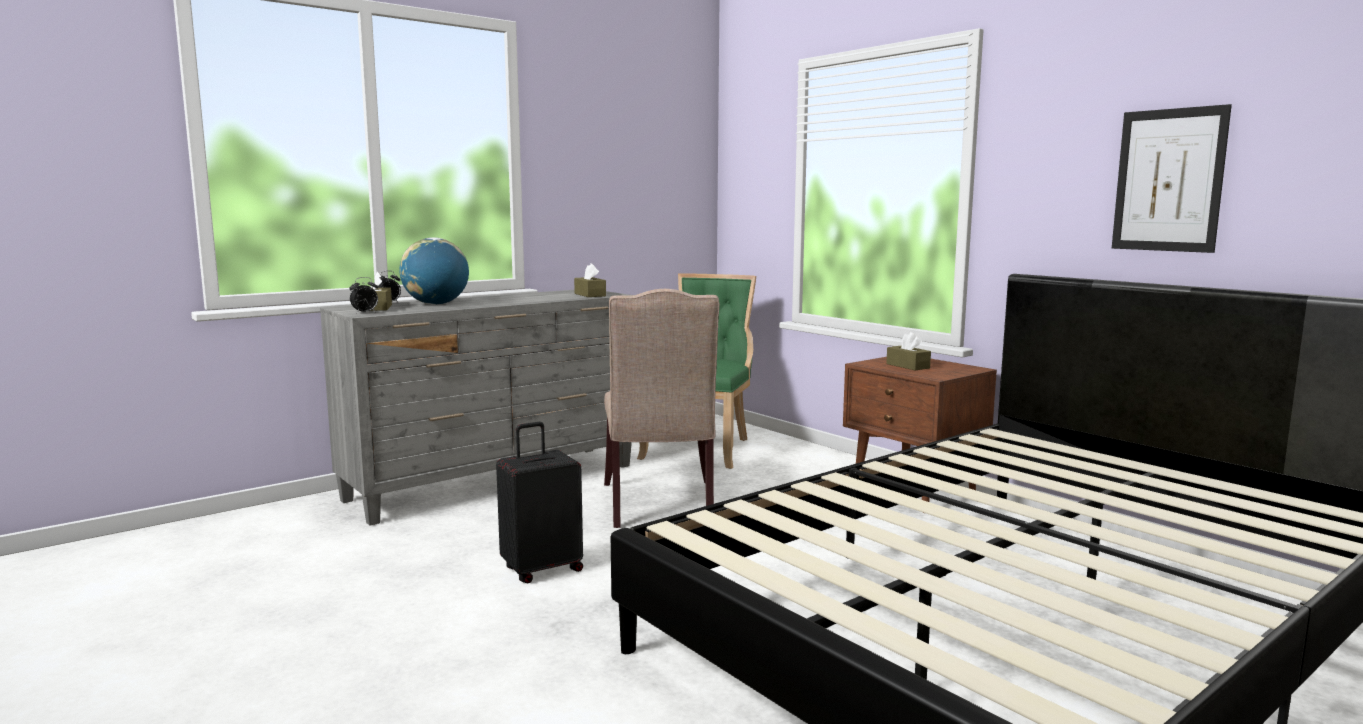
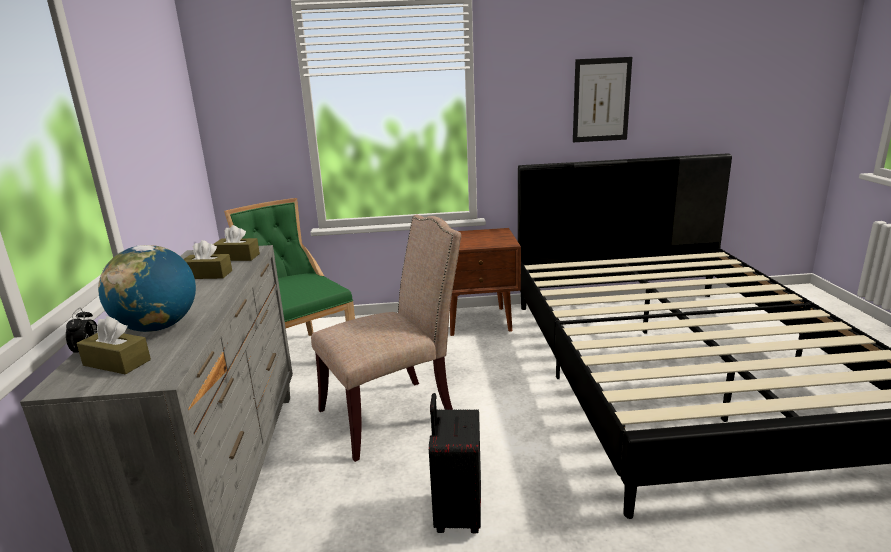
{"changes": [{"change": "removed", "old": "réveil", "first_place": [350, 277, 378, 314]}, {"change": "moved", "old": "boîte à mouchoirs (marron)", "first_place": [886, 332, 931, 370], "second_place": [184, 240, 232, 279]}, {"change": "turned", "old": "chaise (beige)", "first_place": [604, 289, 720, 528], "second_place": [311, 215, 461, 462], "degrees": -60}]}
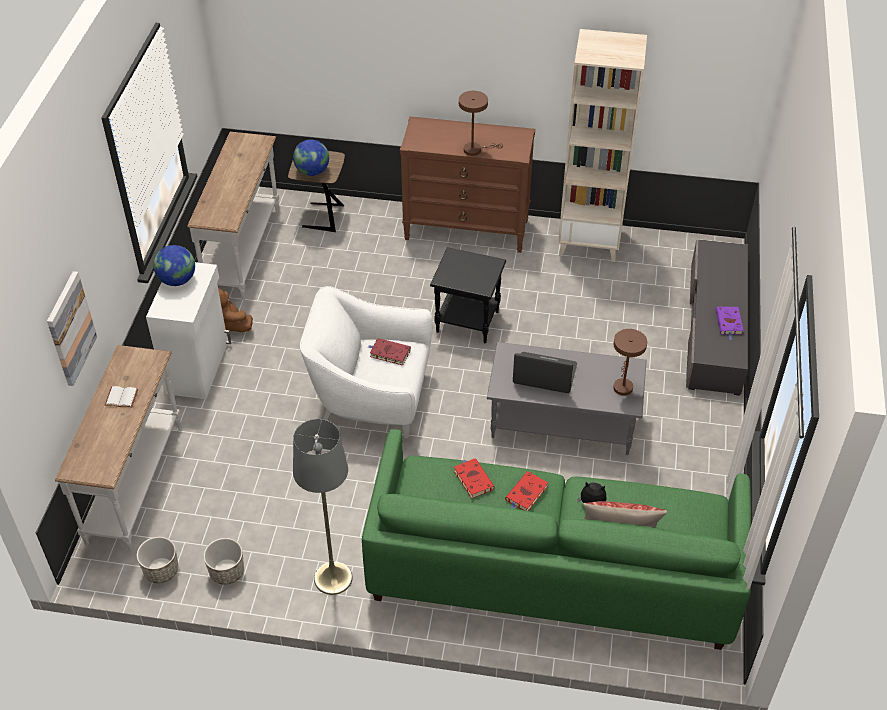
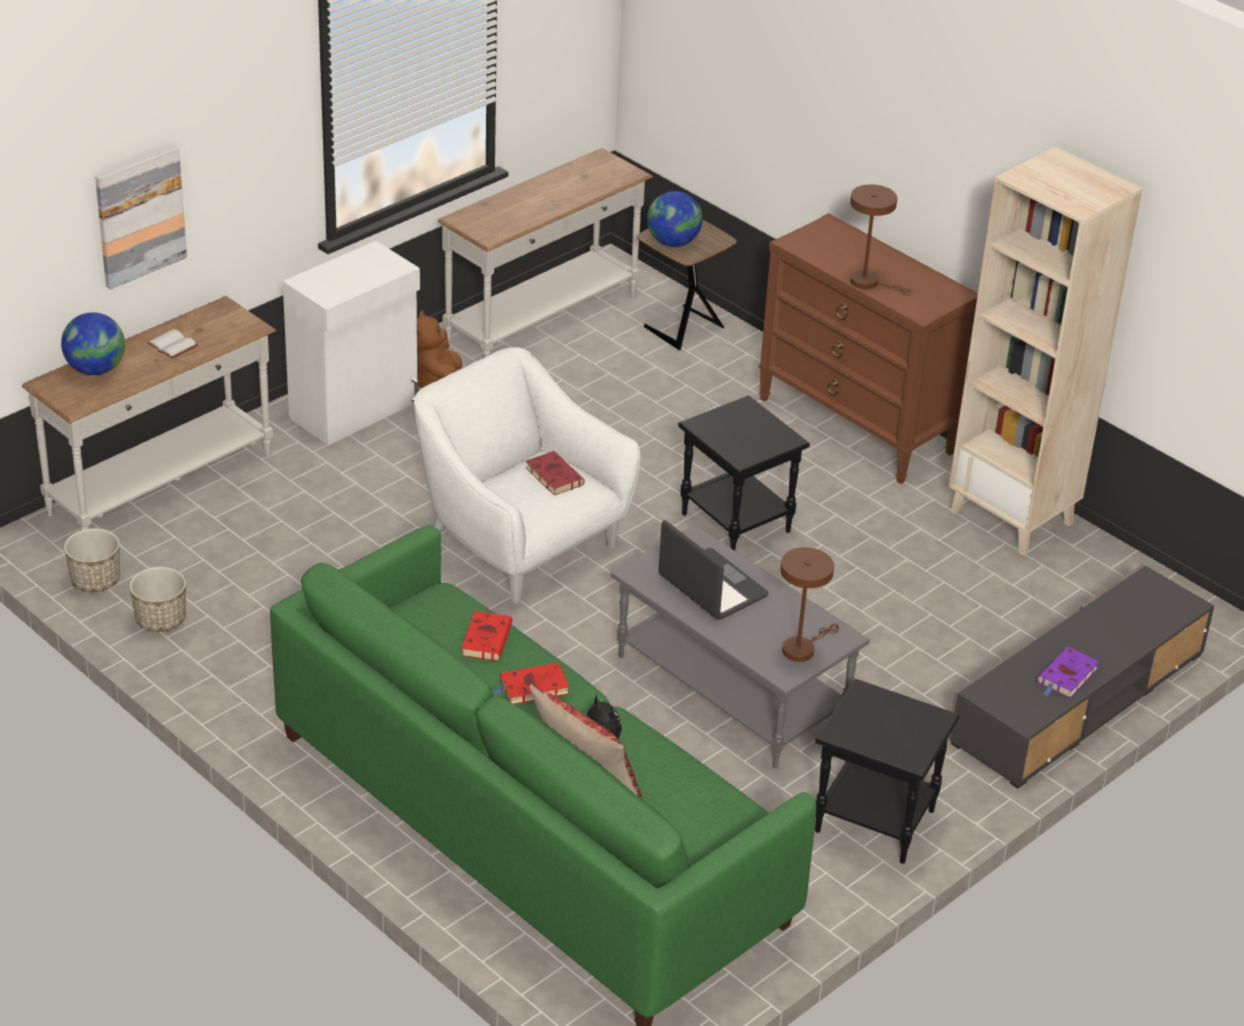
{"changes": [{"change": "removed", "old": "lampadaire (gris)", "first_place": [293, 419, 353, 595]}, {"change": "added", "new": "table d'appoint (noir)", "second_place": [815, 679, 960, 864]}, {"change": "moved", "old": "globe", "first_place": [153, 245, 195, 286], "second_place": [61, 312, 125, 375]}]}
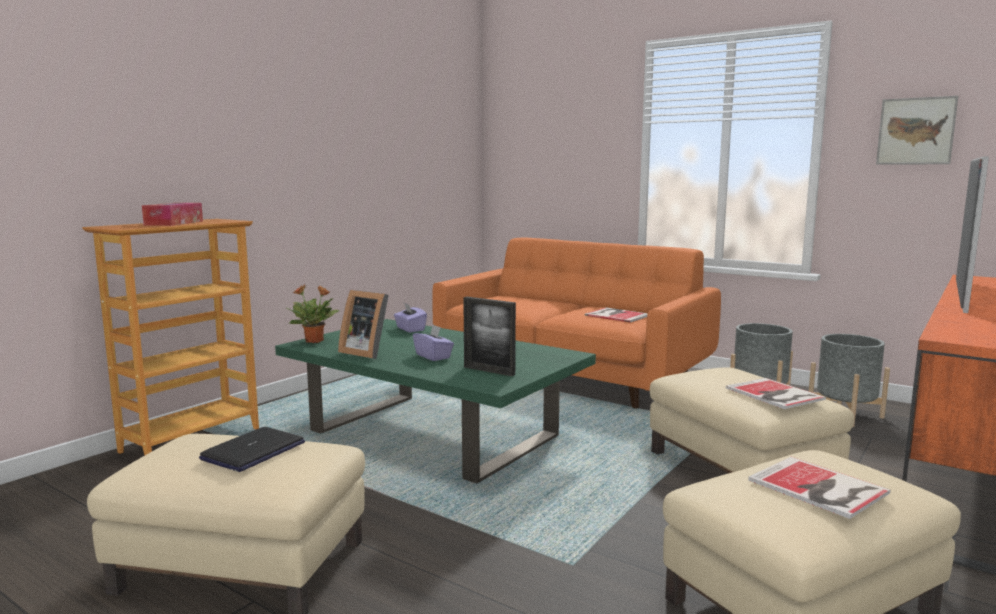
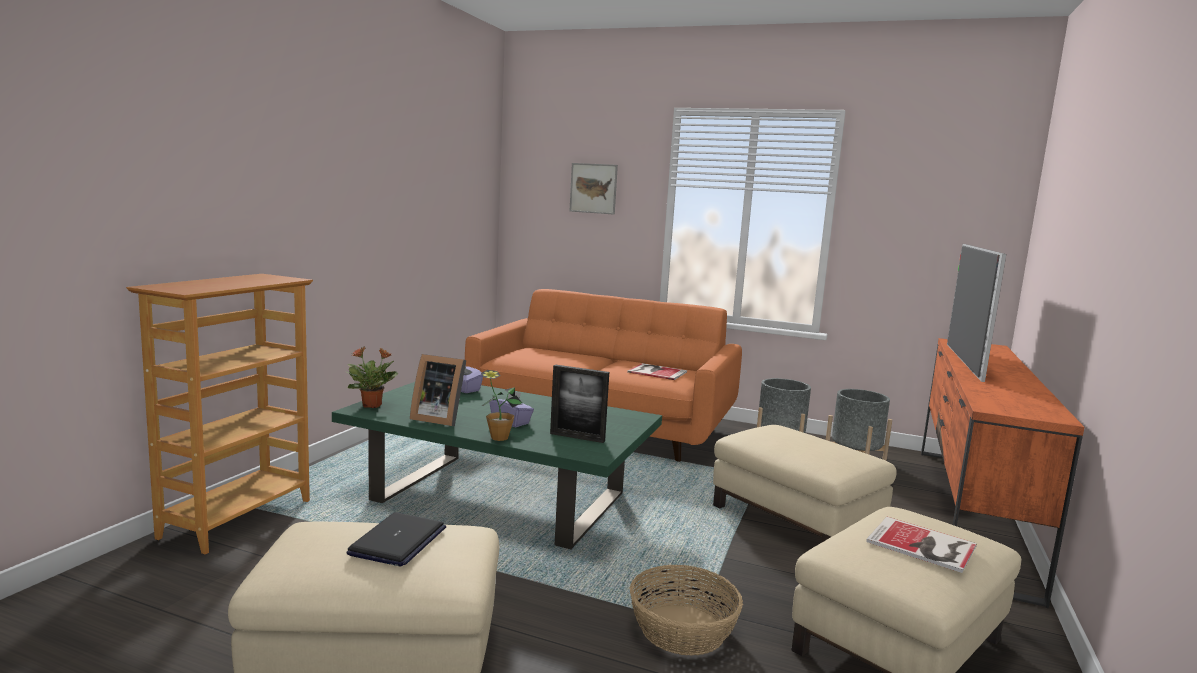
{"changes": [{"change": "removed", "old": "boîte à mouchoirs", "first_place": [142, 203, 203, 226]}, {"change": "removed", "old": "livre", "first_place": [726, 378, 826, 409]}, {"change": "added", "new": "plante en pot", "second_place": [481, 370, 522, 441]}, {"change": "added", "new": "panier", "second_place": [630, 565, 743, 655]}, {"change": "moved", "old": "tableau", "first_place": [876, 96, 958, 165], "second_place": [570, 163, 618, 215]}]}
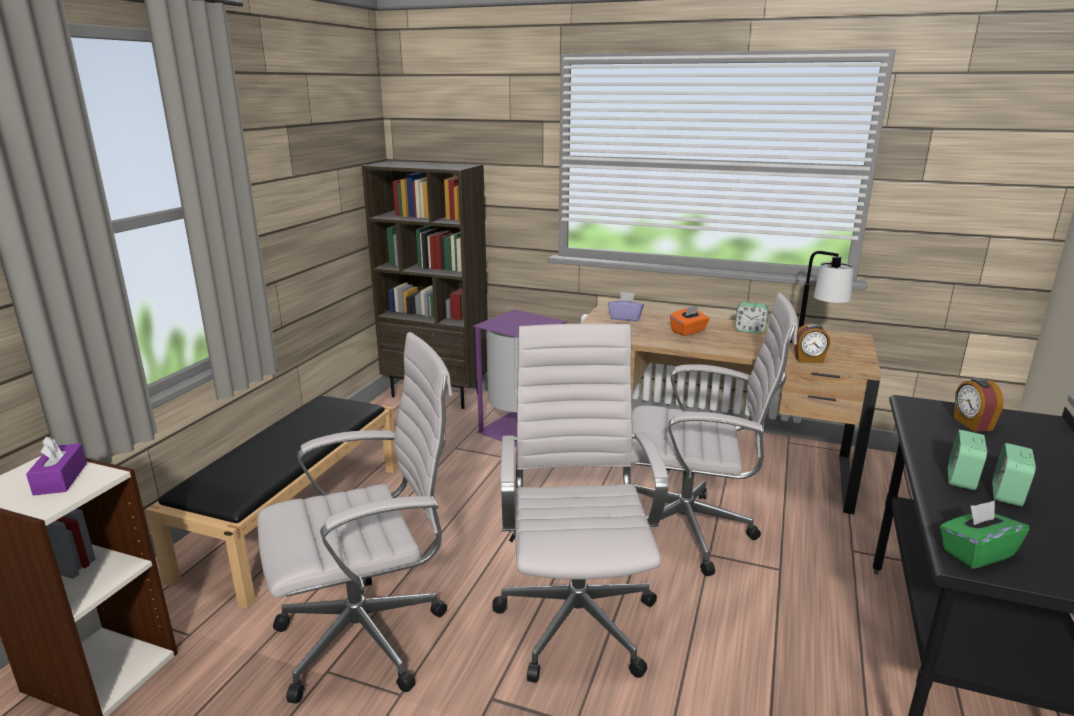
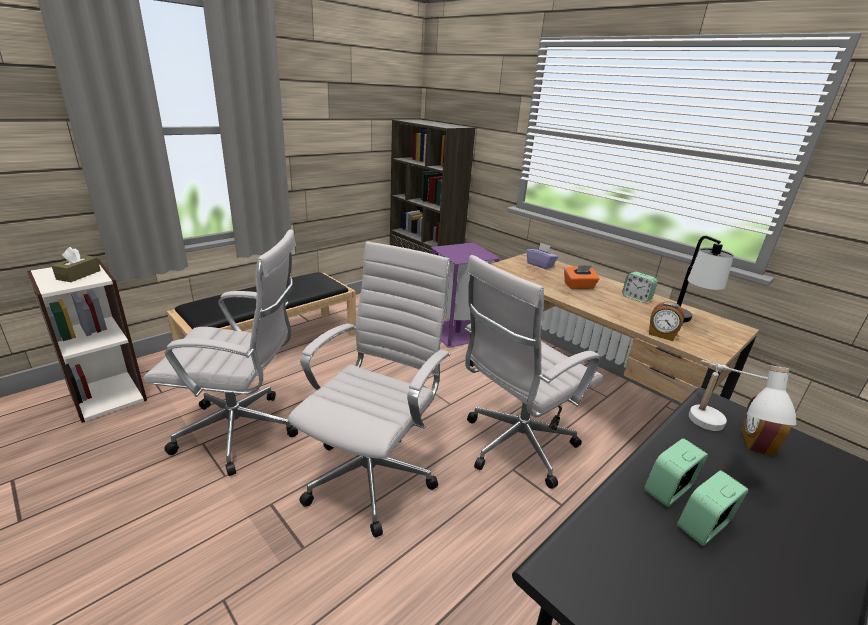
{"changes": [{"change": "removed", "old": "boîte à mouchoirs (vert)", "first_place": [940, 500, 1029, 569]}, {"change": "added", "new": "lampe de table (blanc)", "second_place": [689, 360, 796, 431]}, {"change": "recoloured", "old": "boîte à mouchoirs (violet)", "new": "boîte à mouchoirs (marron)", "first_place": [26, 436, 87, 495], "second_place": [52, 247, 101, 282]}, {"change": "turned", "old": "chaise de bureau (blanc)", "first_place": [631, 293, 798, 576], "second_place": [464, 255, 603, 489], "degrees": 105}]}
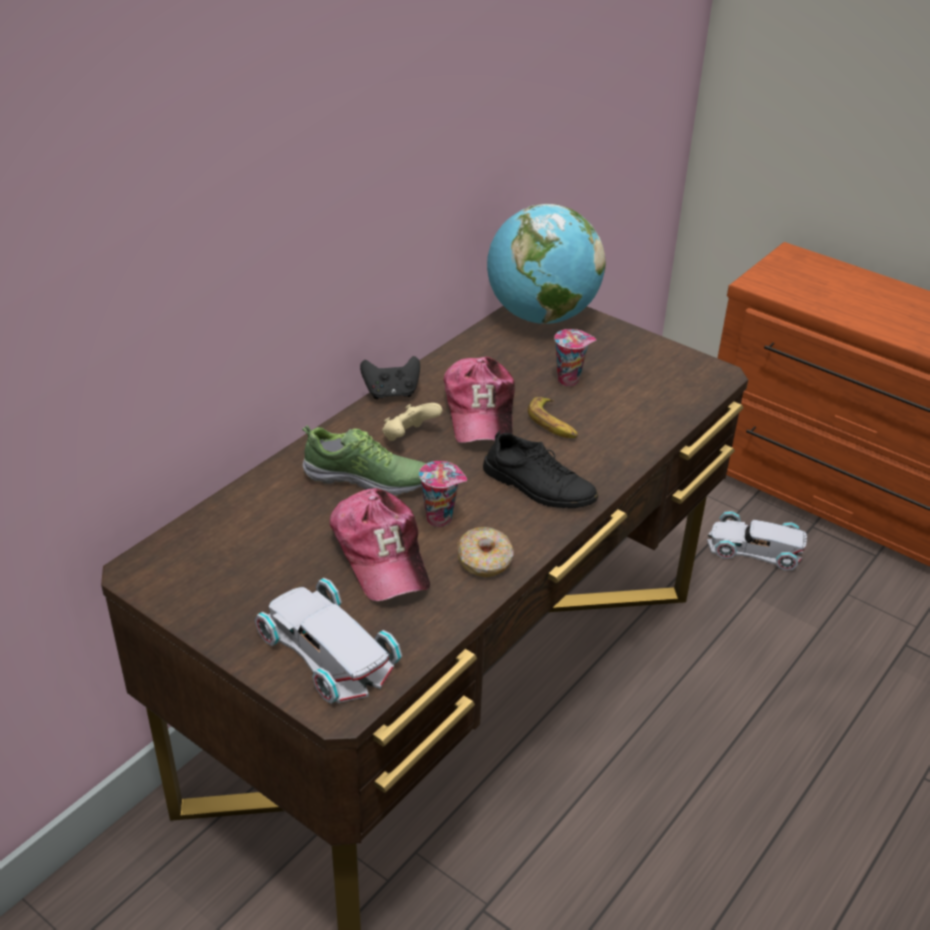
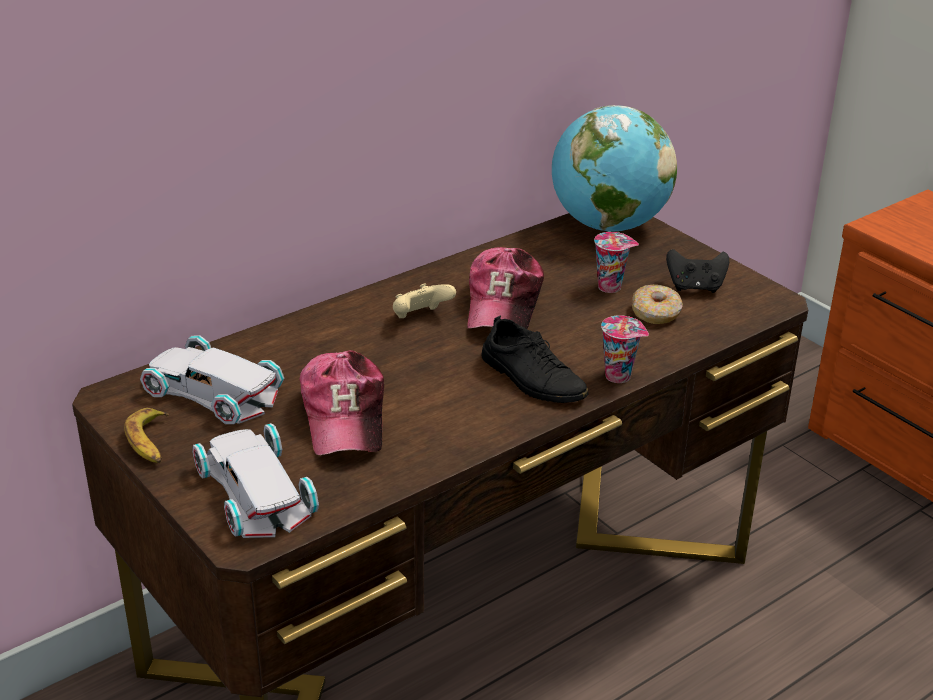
{"changes": [{"change": "removed", "old": "chaussure", "first_place": [302, 425, 427, 496]}, {"change": "moved", "old": "manette (noir)", "first_place": [360, 356, 420, 399], "second_place": [666, 249, 729, 293]}, {"change": "moved", "old": "tasse", "first_place": [419, 461, 467, 527], "second_place": [601, 315, 649, 383]}, {"change": "moved", "old": "beignet", "first_place": [458, 527, 513, 578], "second_place": [632, 285, 683, 324]}, {"change": "moved", "old": "banane", "first_place": [528, 397, 578, 438], "second_place": [124, 408, 169, 463]}, {"change": "moved", "old": "petite voiture (blanc)", "first_place": [707, 511, 807, 571], "second_place": [140, 335, 284, 424]}]}
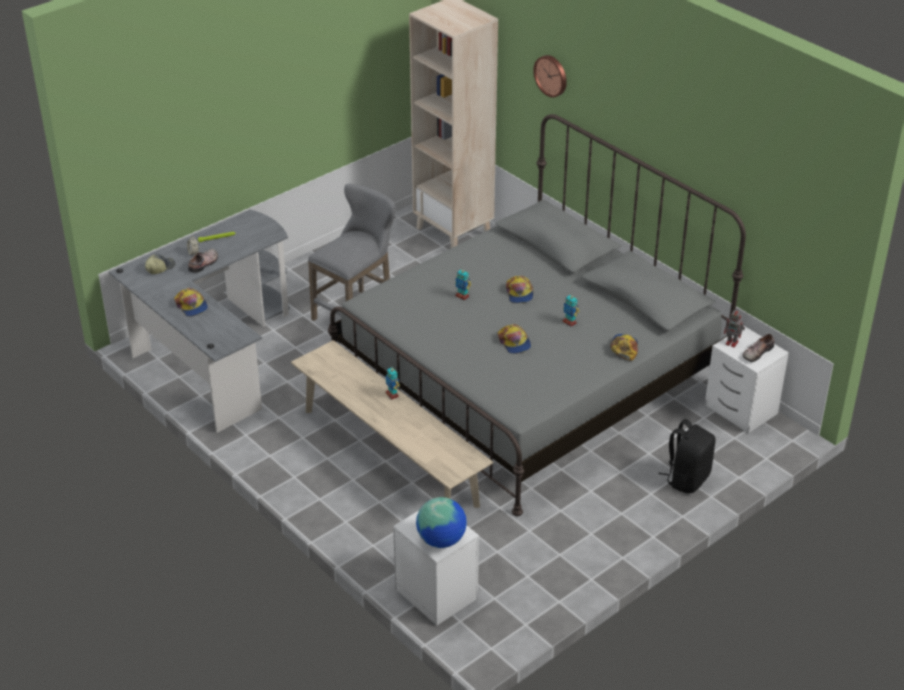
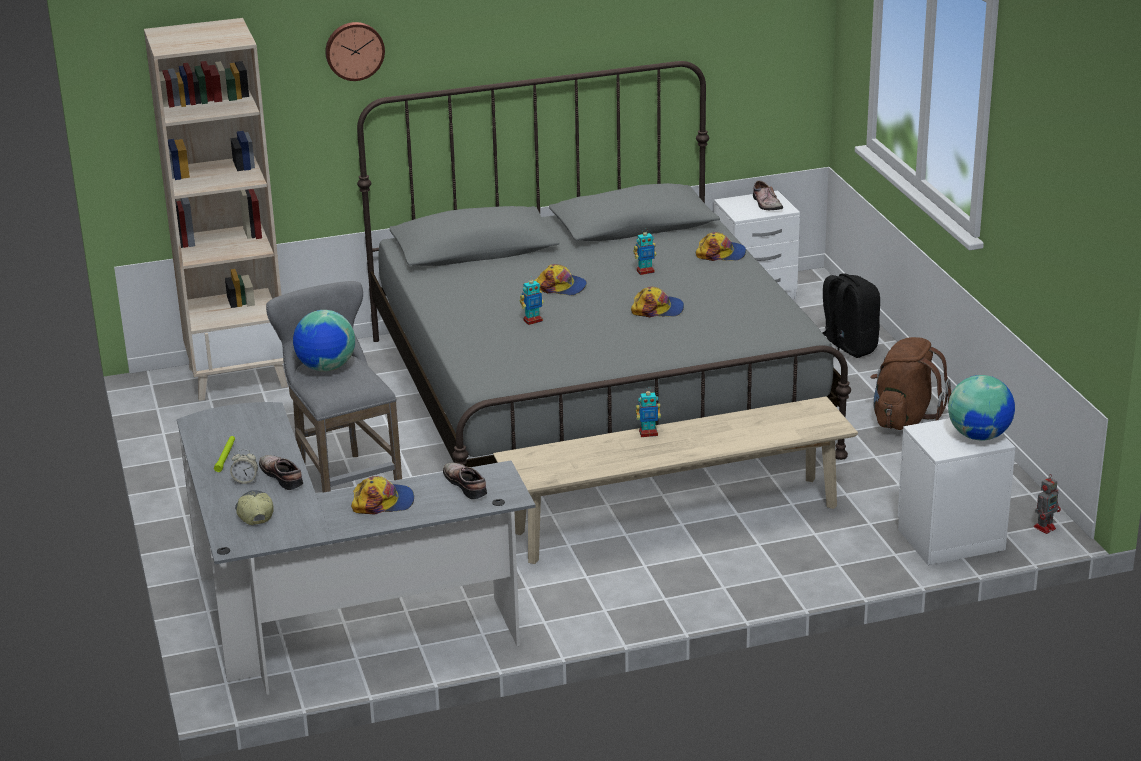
{"changes": [{"change": "added", "new": "globe", "second_place": [293, 310, 355, 372]}, {"change": "added", "new": "chaussure", "second_place": [443, 462, 487, 499]}, {"change": "added", "new": "sac à dos (marron)", "second_place": [870, 337, 951, 430]}, {"change": "moved", "old": "robot jouet", "first_place": [724, 309, 745, 348], "second_place": [1033, 475, 1061, 534]}, {"change": "turned", "old": "casquette", "first_place": [610, 334, 638, 361], "second_place": [696, 232, 746, 261], "degrees": 150}]}
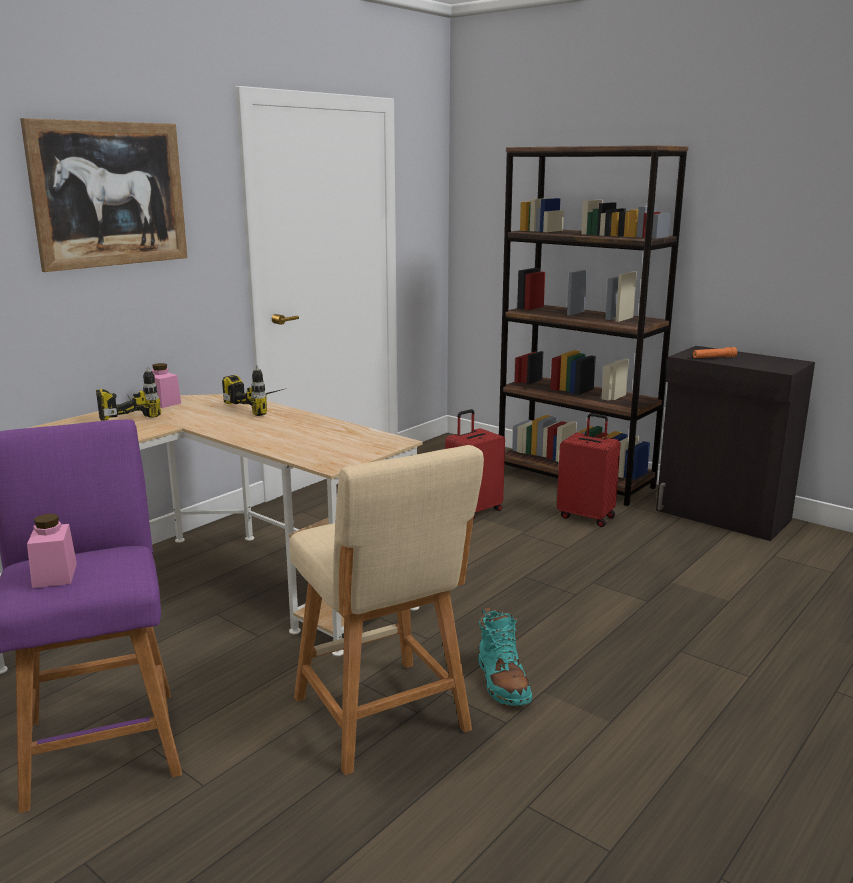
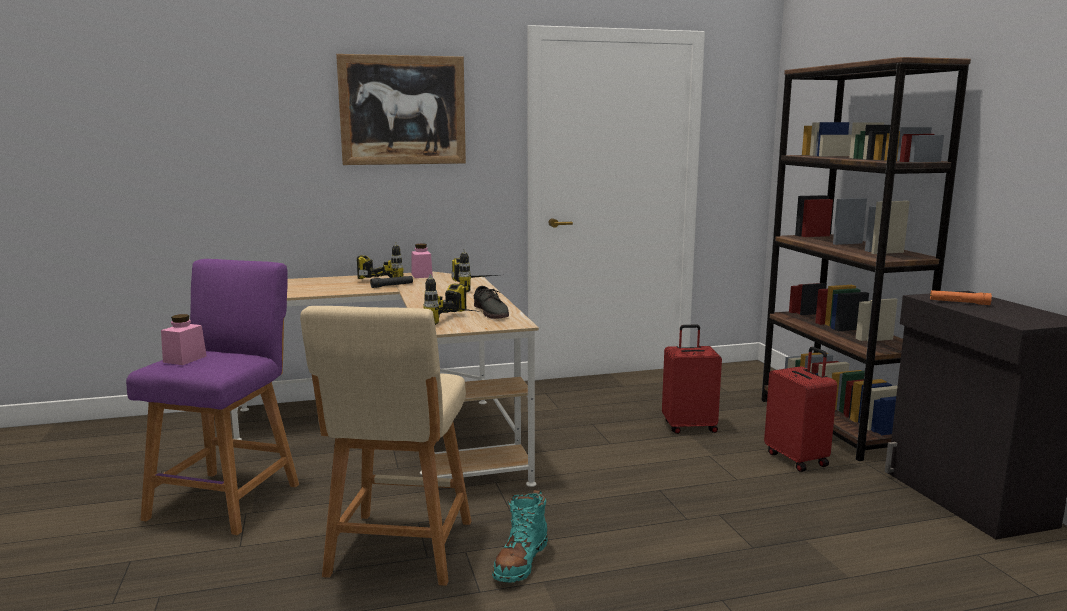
{"changes": [{"change": "added", "new": "lampe de poche (noir)", "second_place": [370, 276, 413, 288]}, {"change": "added", "new": "perceuse", "second_place": [423, 274, 481, 325]}, {"change": "added", "new": "chaussure (gris)", "second_place": [474, 286, 509, 319]}]}
